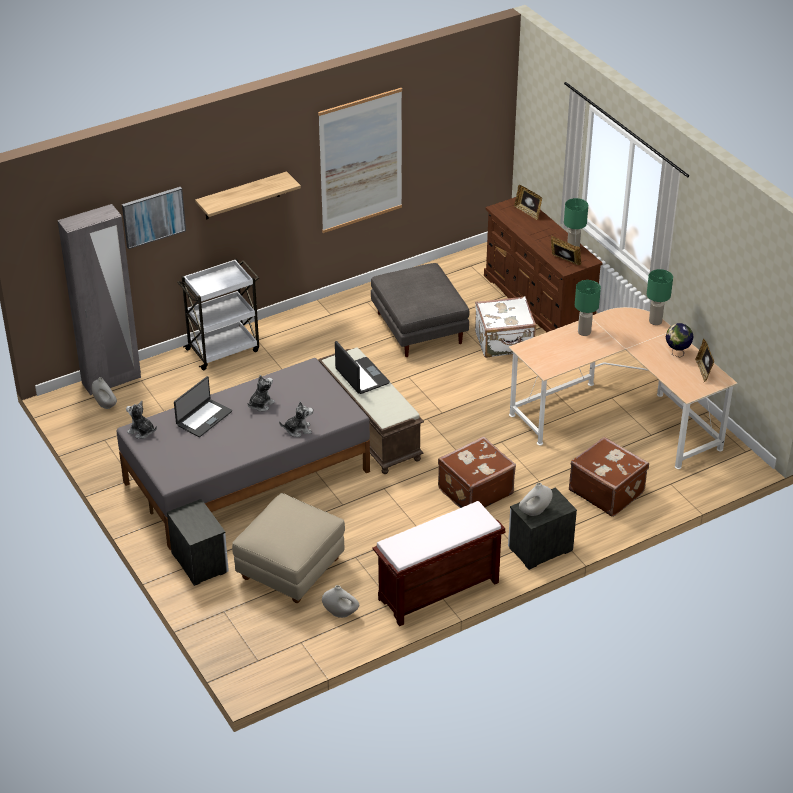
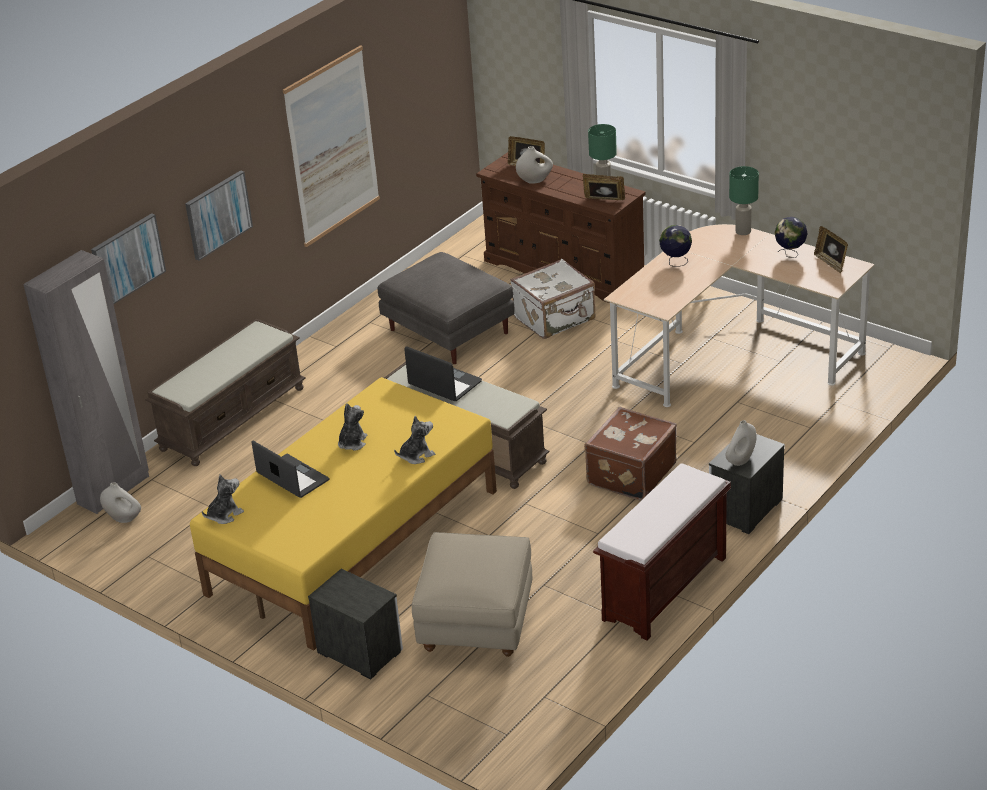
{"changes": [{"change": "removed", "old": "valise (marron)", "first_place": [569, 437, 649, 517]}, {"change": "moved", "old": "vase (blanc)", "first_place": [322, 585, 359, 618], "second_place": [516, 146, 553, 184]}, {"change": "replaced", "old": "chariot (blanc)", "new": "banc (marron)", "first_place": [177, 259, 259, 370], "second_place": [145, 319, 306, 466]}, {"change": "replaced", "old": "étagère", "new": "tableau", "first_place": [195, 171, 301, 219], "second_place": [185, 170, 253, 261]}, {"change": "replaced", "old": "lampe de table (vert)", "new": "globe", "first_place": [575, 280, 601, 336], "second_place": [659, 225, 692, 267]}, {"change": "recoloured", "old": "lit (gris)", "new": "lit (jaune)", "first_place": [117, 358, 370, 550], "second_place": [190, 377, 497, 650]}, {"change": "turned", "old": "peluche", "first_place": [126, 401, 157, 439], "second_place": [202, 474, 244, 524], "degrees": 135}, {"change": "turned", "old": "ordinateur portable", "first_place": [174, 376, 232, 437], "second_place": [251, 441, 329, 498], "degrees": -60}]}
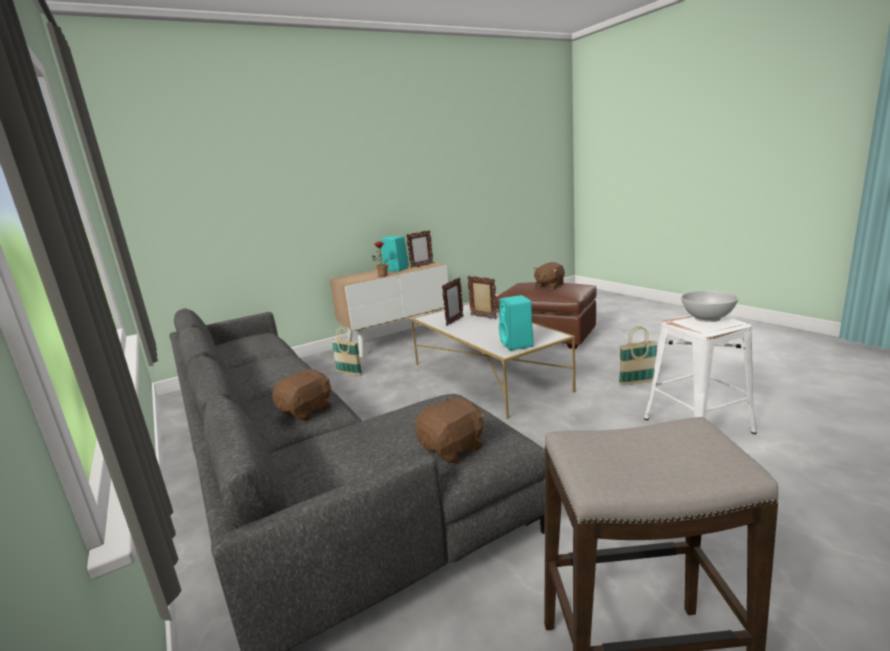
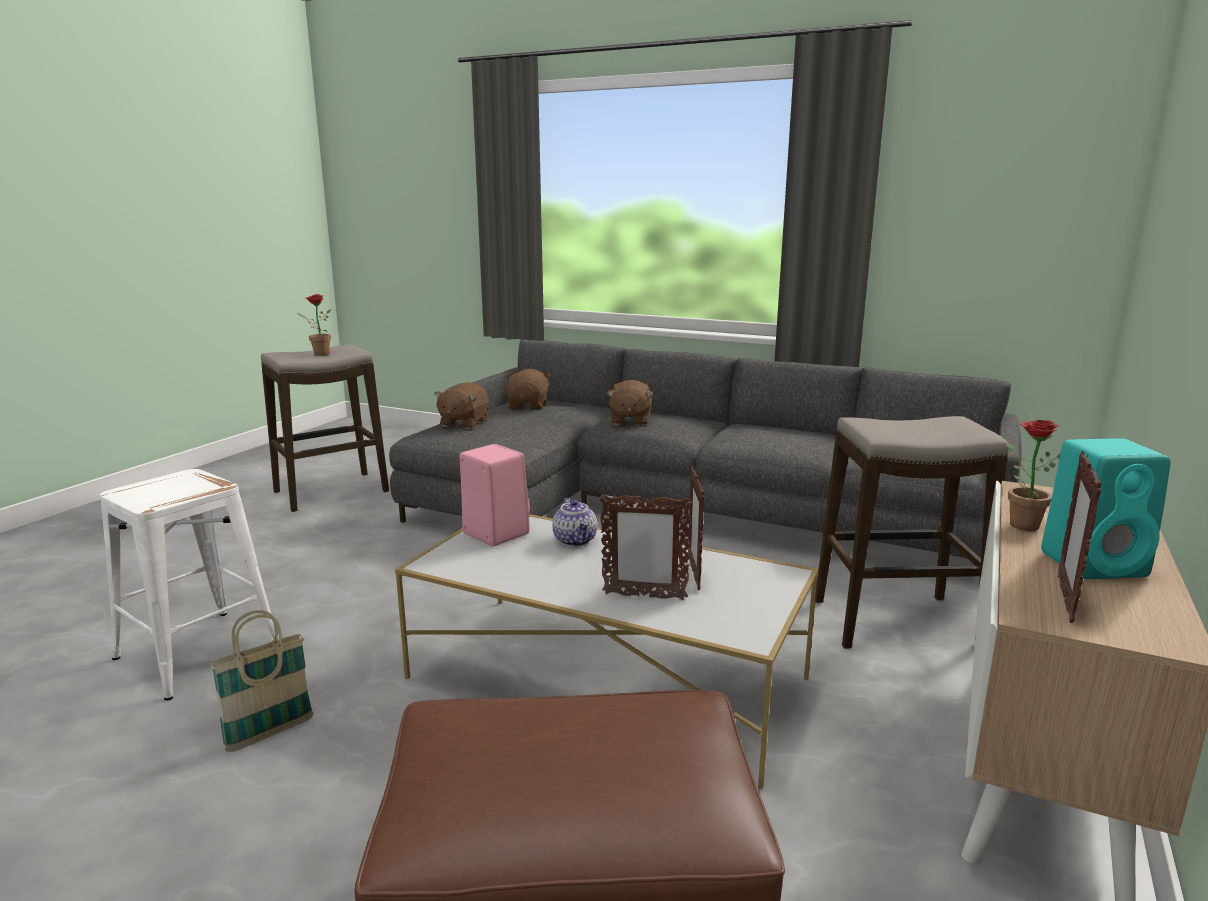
{"changes": [{"change": "removed", "old": "bol (blanc)", "first_place": [681, 291, 738, 322]}, {"change": "added", "new": "plante en pot", "second_place": [297, 294, 331, 355]}, {"change": "added", "new": "théière", "second_place": [552, 498, 597, 547]}, {"change": "moved", "old": "peluche (marron)", "first_place": [533, 262, 565, 289], "second_place": [506, 369, 551, 410]}, {"change": "replaced", "old": "panier", "new": "tabouret", "first_place": [331, 326, 362, 376], "second_place": [815, 416, 1008, 649]}, {"change": "recoloured", "old": "enceinte (turquoise)", "new": "enceinte (rose)", "first_place": [499, 295, 534, 350], "second_place": [459, 444, 530, 546]}]}
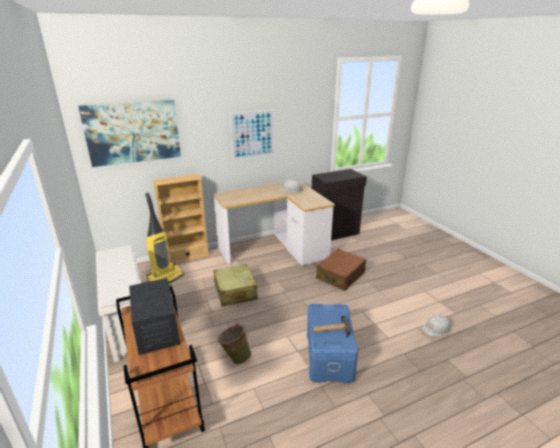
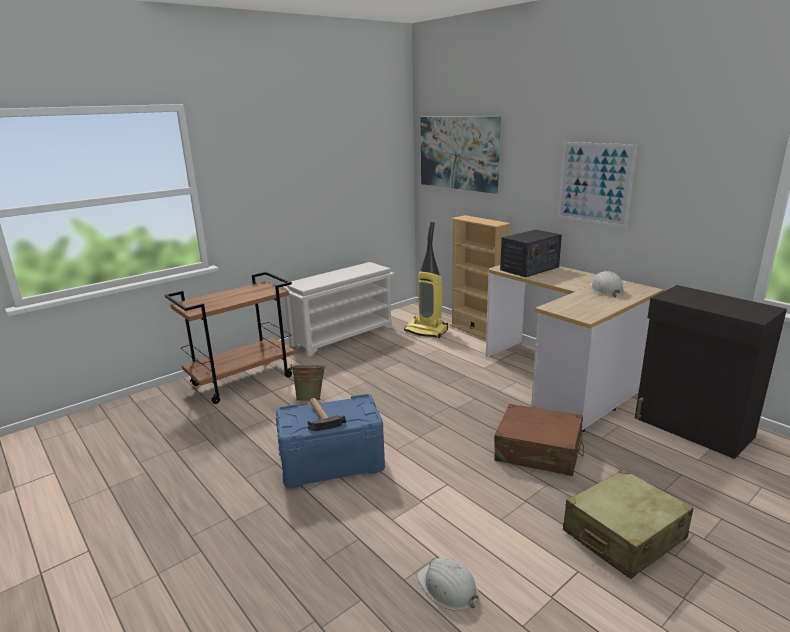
{"changes": [{"change": "moved", "old": "radio", "first_place": [129, 278, 180, 355], "second_place": [500, 229, 562, 277]}, {"change": "moved", "old": "valise (beige)", "first_place": [213, 264, 258, 307], "second_place": [563, 469, 693, 579]}]}
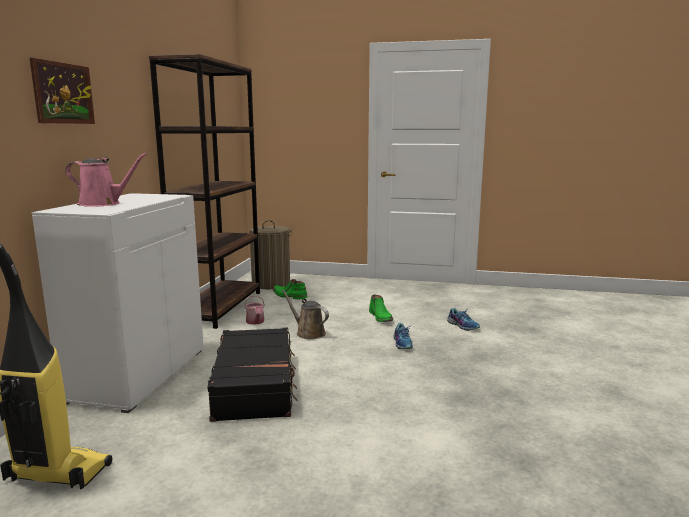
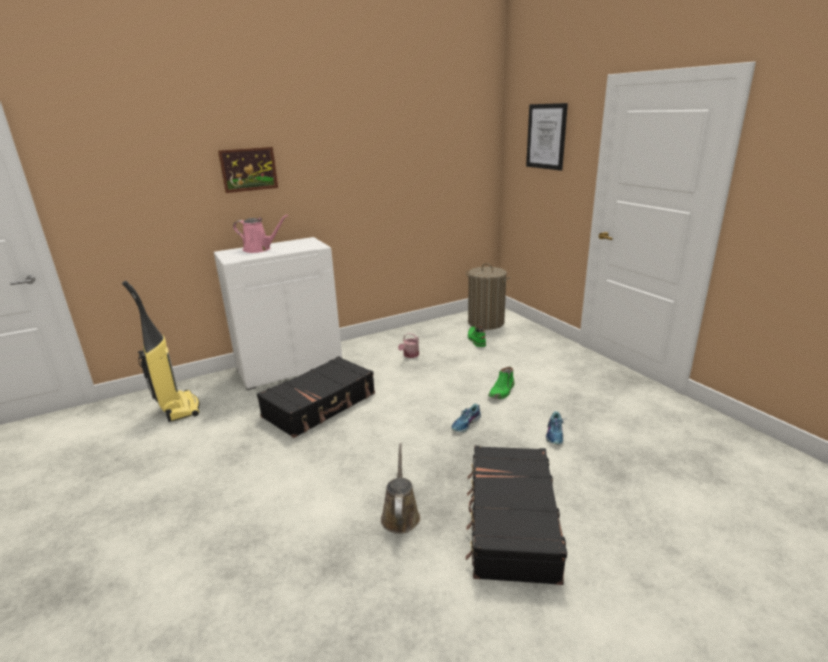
{"changes": [{"change": "removed", "old": "bibliothèque (marron)", "first_place": [149, 54, 260, 329]}, {"change": "added", "new": "valise (noir)", "second_place": [466, 446, 567, 585]}, {"change": "added", "new": "tableau", "second_place": [526, 103, 568, 171]}, {"change": "moved", "old": "arrosoir (marron)", "first_place": [282, 290, 329, 339], "second_place": [381, 443, 420, 534]}, {"change": "turned", "old": "arrosoir (rose)", "first_place": [66, 153, 147, 207], "second_place": [233, 215, 288, 253], "degrees": -45}]}
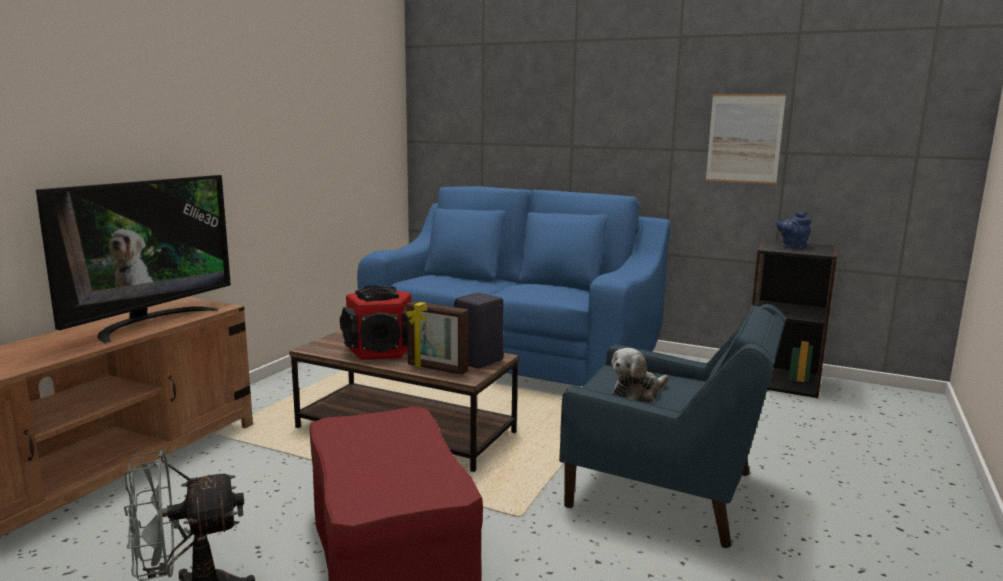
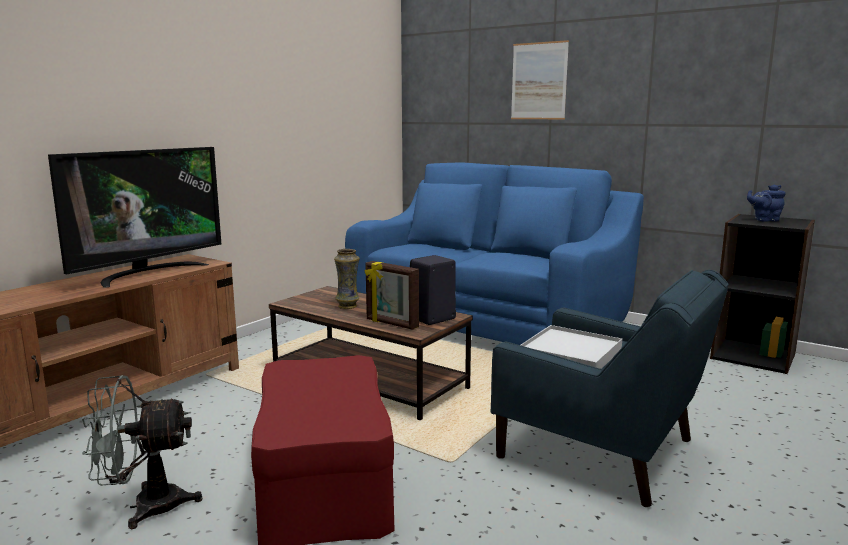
{"changes": [{"change": "moved", "old": "tableau", "first_place": [706, 94, 786, 184], "second_place": [511, 40, 569, 119]}, {"change": "replaced", "old": "enceinte", "new": "vase", "first_place": [340, 285, 411, 360], "second_place": [334, 249, 360, 309]}, {"change": "replaced", "old": "peluche", "new": "plateau (blanc)", "first_place": [611, 348, 668, 403], "second_place": [521, 325, 622, 369]}]}
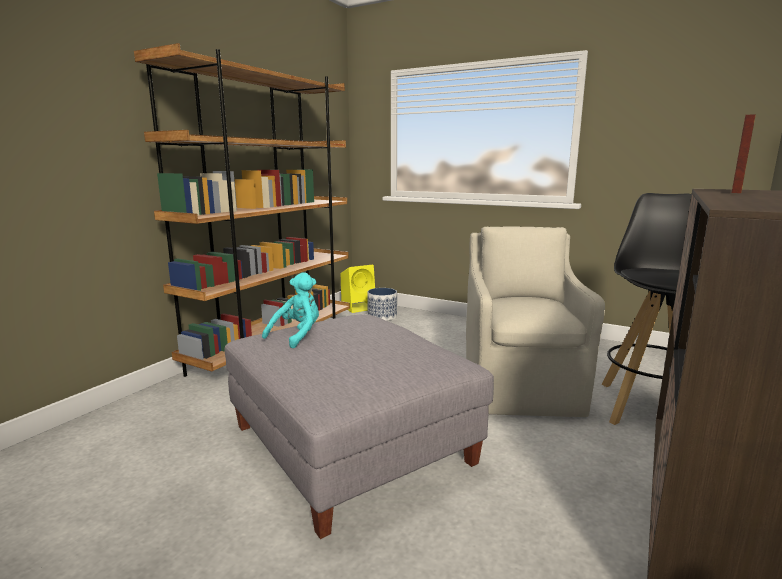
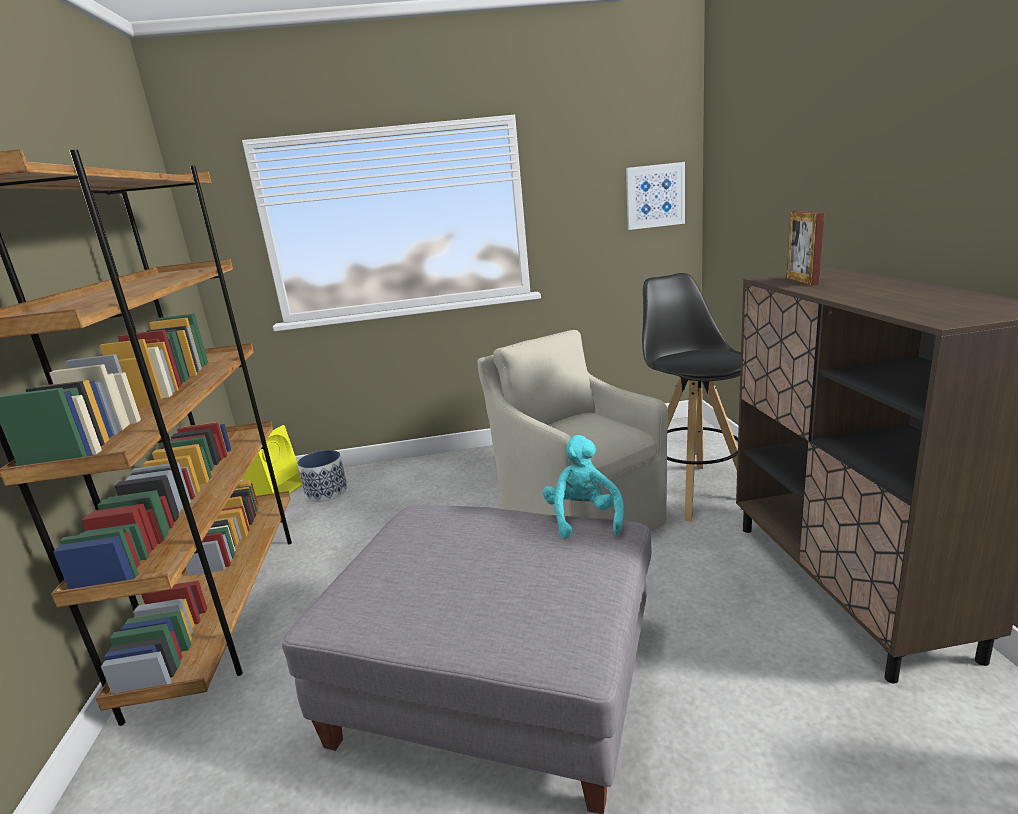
{"changes": [{"change": "added", "new": "tableau", "second_place": [626, 162, 685, 230]}, {"change": "moved", "old": "peluche (turquoise)", "first_place": [262, 272, 319, 348], "second_place": [543, 435, 624, 539]}]}
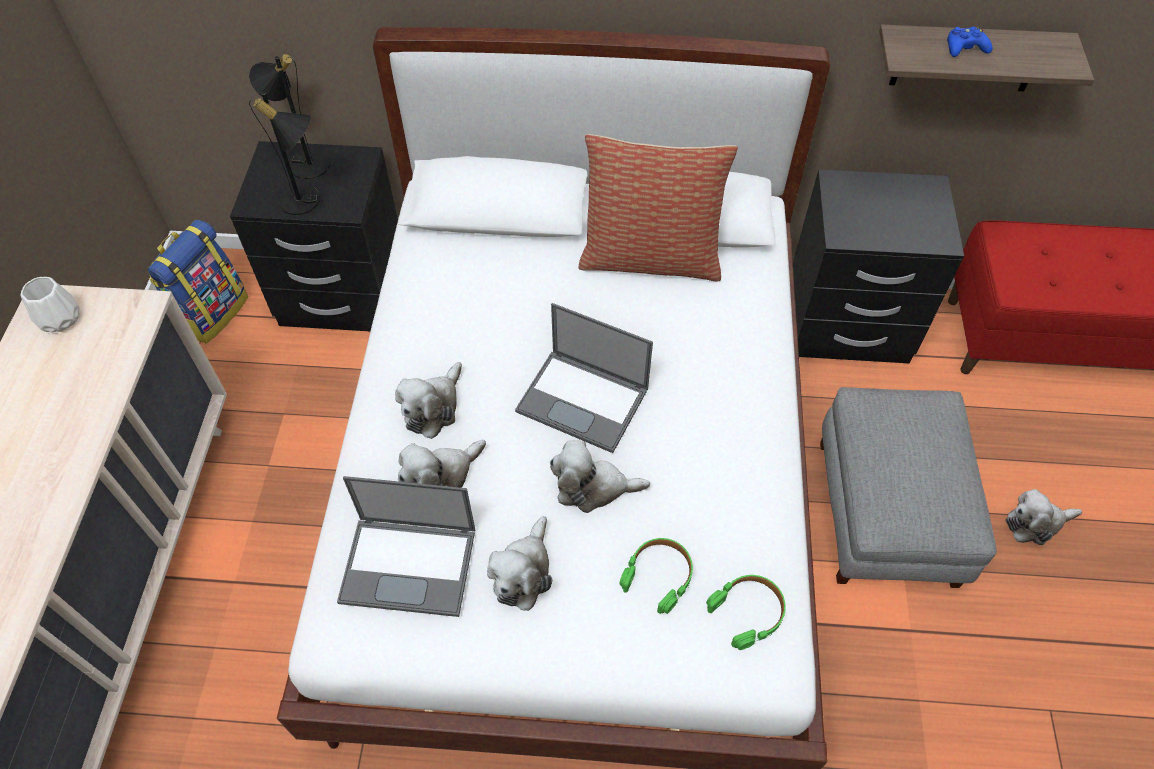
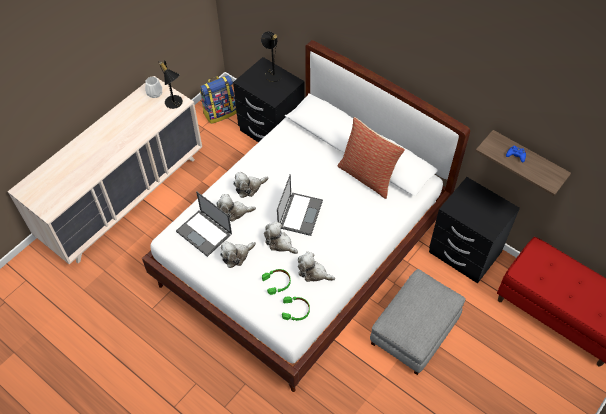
{"changes": [{"change": "moved", "old": "lampe de table (noir)", "first_place": [249, 92, 320, 215], "second_place": [159, 60, 183, 109]}, {"change": "moved", "old": "peluche", "first_place": [1005, 489, 1082, 545], "second_place": [298, 252, 335, 282]}, {"change": "turned", "old": "ordinateur portable", "first_place": [515, 303, 653, 453], "second_place": [277, 174, 323, 236], "degrees": -135}]}
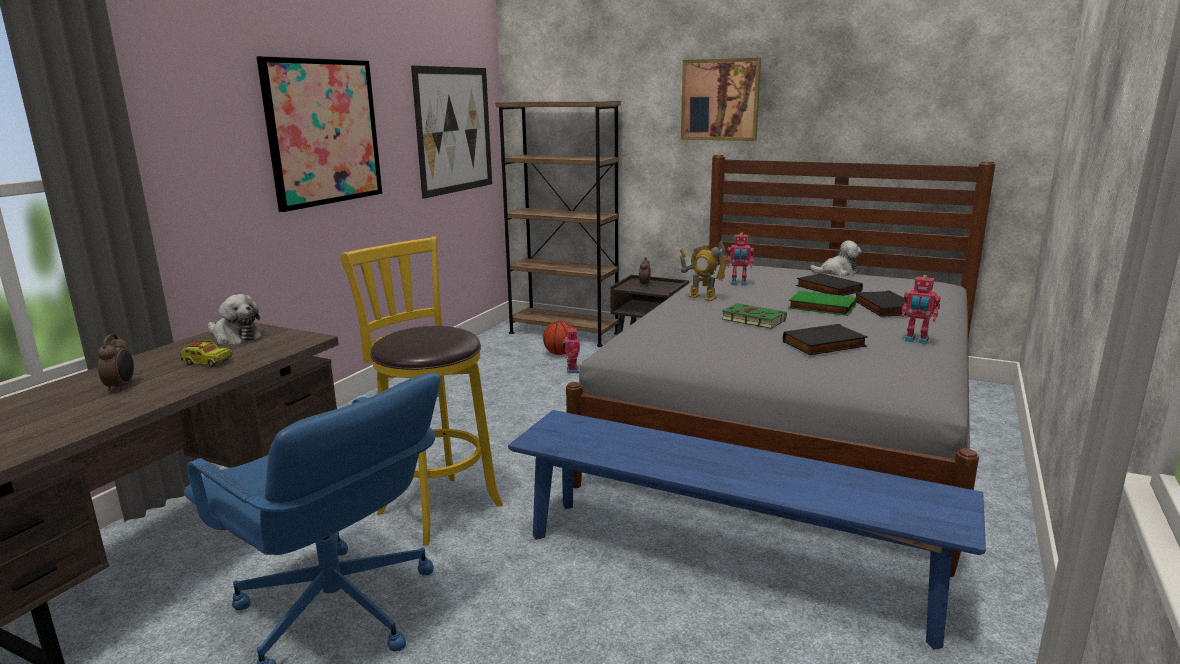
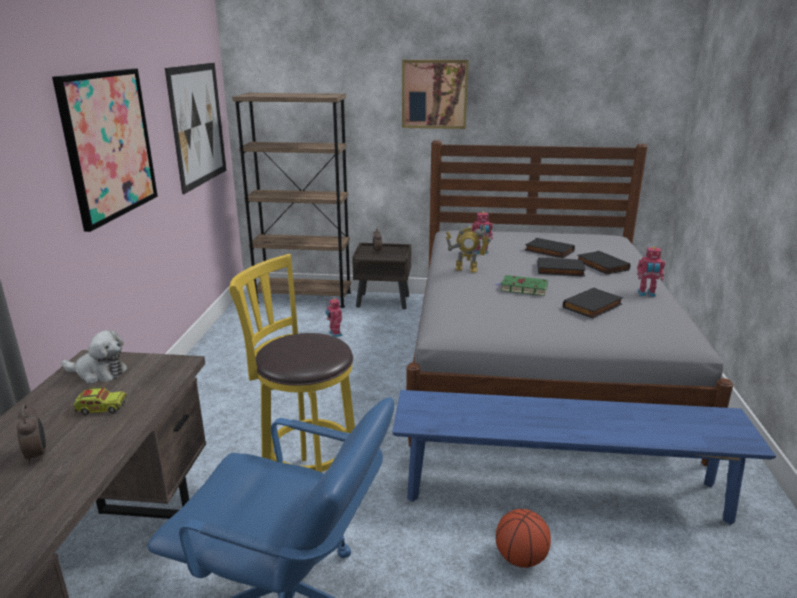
{"changes": [{"change": "removed", "old": "peluche", "first_place": [810, 240, 862, 276]}, {"change": "moved", "old": "ballon de basket", "first_place": [543, 321, 574, 355], "second_place": [496, 509, 551, 568]}, {"change": "recoloured", "old": "livre (vert)", "new": "livre (noir)", "first_place": [788, 291, 856, 316], "second_place": [537, 257, 586, 277]}]}
